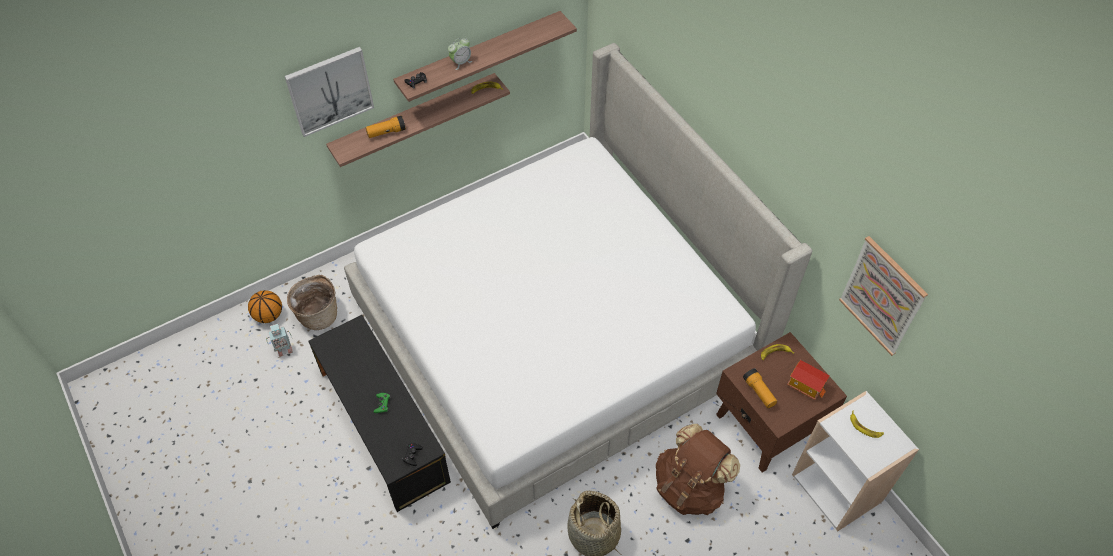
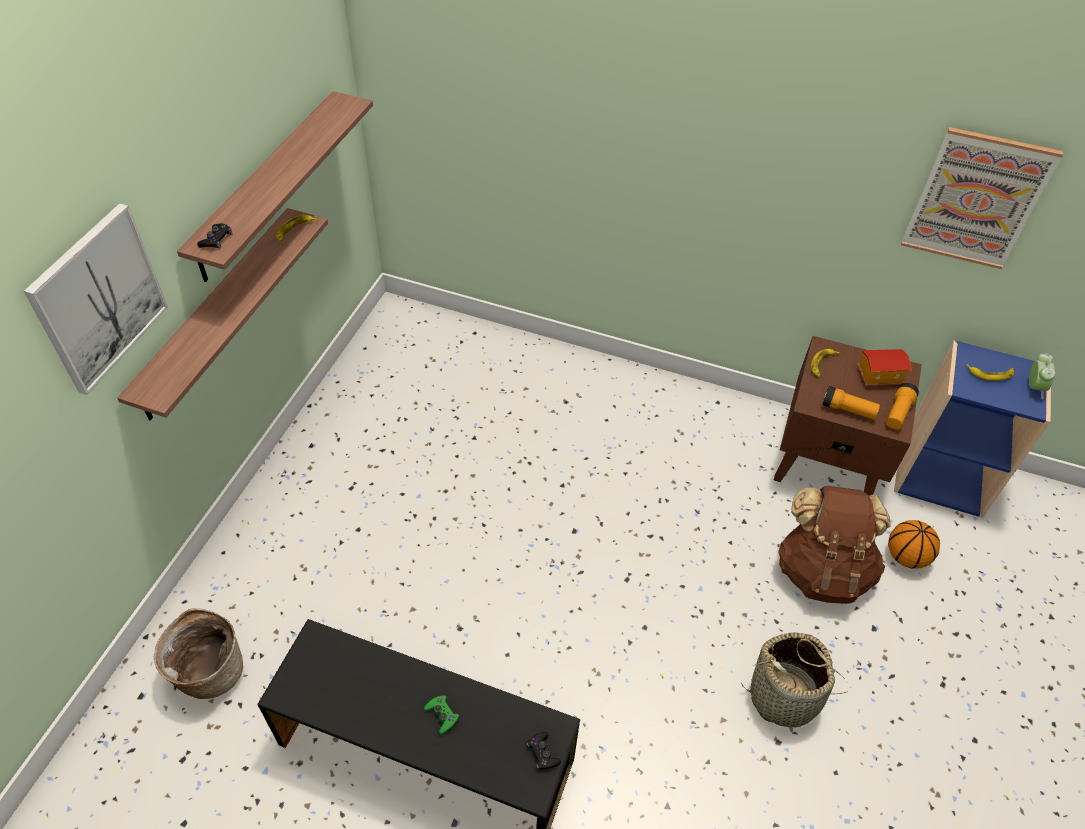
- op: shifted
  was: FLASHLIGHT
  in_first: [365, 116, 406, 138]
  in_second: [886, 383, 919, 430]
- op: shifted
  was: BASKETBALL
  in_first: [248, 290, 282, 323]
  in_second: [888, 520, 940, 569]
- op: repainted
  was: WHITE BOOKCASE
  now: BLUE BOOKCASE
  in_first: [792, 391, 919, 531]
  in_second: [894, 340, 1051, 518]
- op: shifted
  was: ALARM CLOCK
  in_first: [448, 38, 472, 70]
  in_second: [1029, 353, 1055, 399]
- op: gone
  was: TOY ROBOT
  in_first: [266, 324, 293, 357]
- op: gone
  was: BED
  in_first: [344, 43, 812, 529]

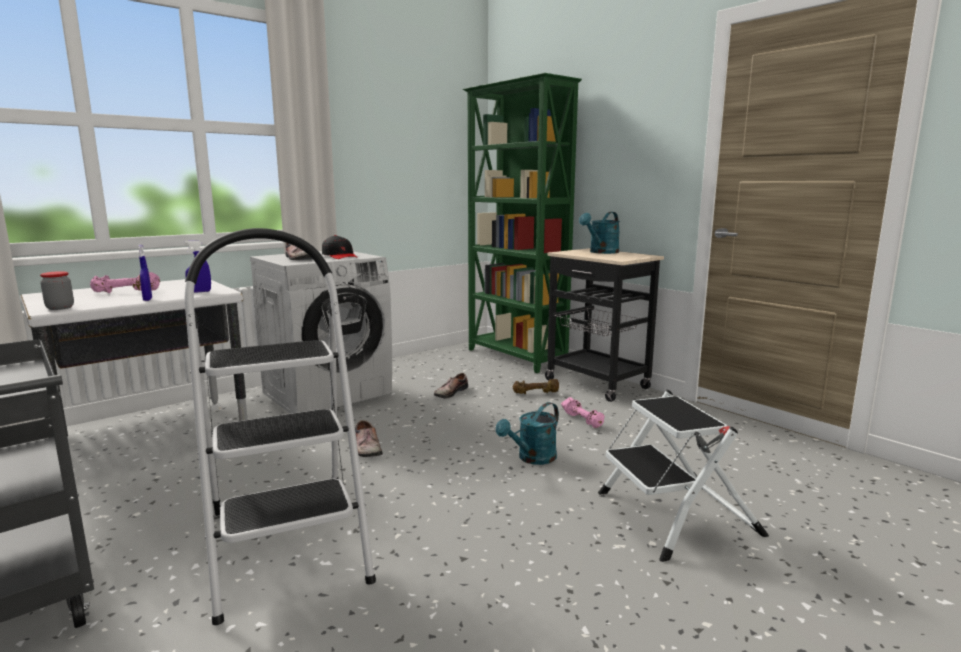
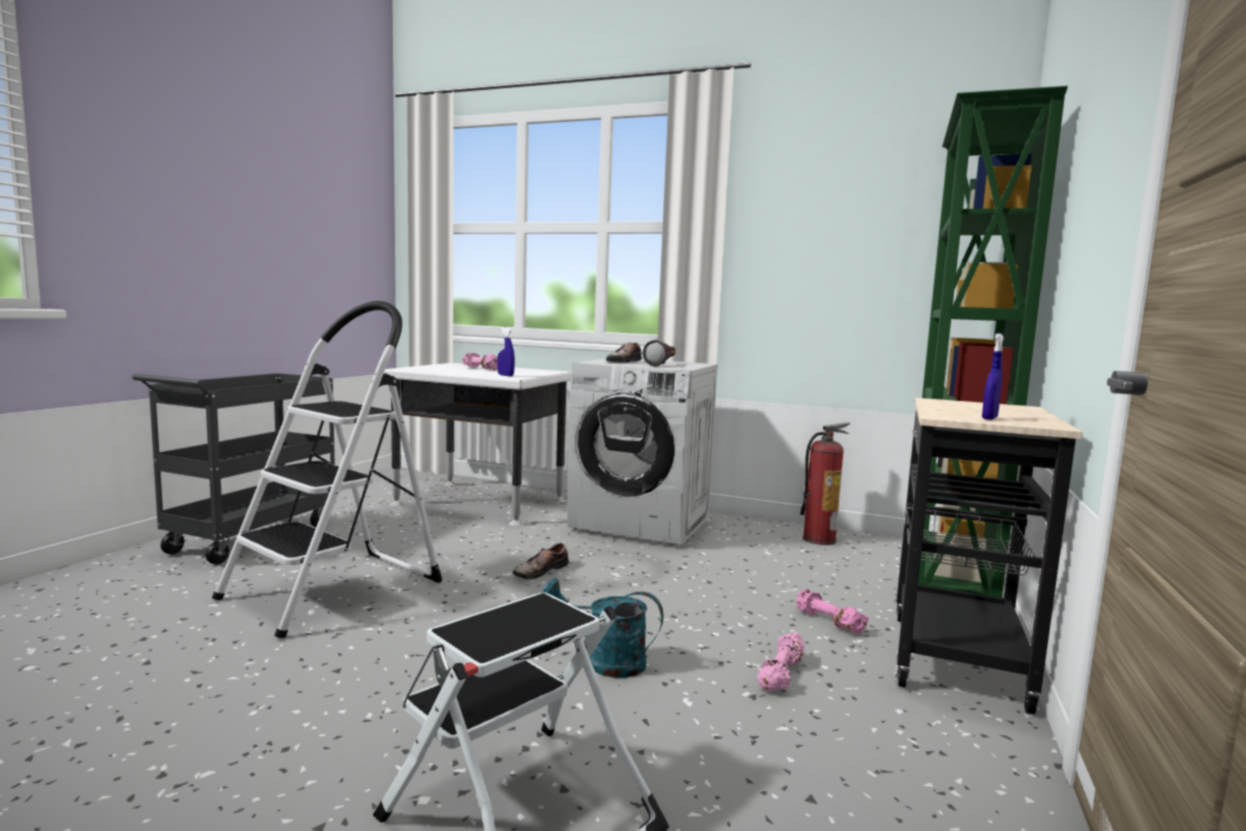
- op: swapped
  was: BLACK CAP
  now: FLASHLIGHT
  in_first: [322, 235, 357, 259]
  in_second: [643, 340, 676, 367]
- op: repainted
  was: BROWN DUMBBELL
  now: PINK DUMBBELL
  in_first: [512, 379, 559, 394]
  in_second: [797, 589, 869, 634]
- op: new
  now: FIRE EXTINGUISHER
  in_second: [800, 422, 851, 545]
- op: shifted
  was: BLUE SPRAY BOTTLE
  in_first: [138, 245, 152, 301]
  in_second: [982, 333, 1004, 420]
- op: gone
  was: JAR
  in_first: [40, 271, 74, 310]
- op: gone
  was: SHOE
  in_first: [434, 373, 468, 398]
- op: gone
  was: TURQUOISE WATERING CAN
  in_first: [579, 212, 620, 254]

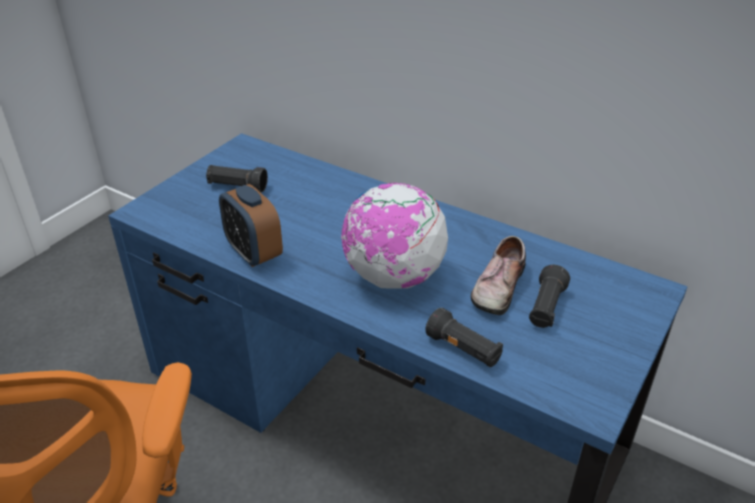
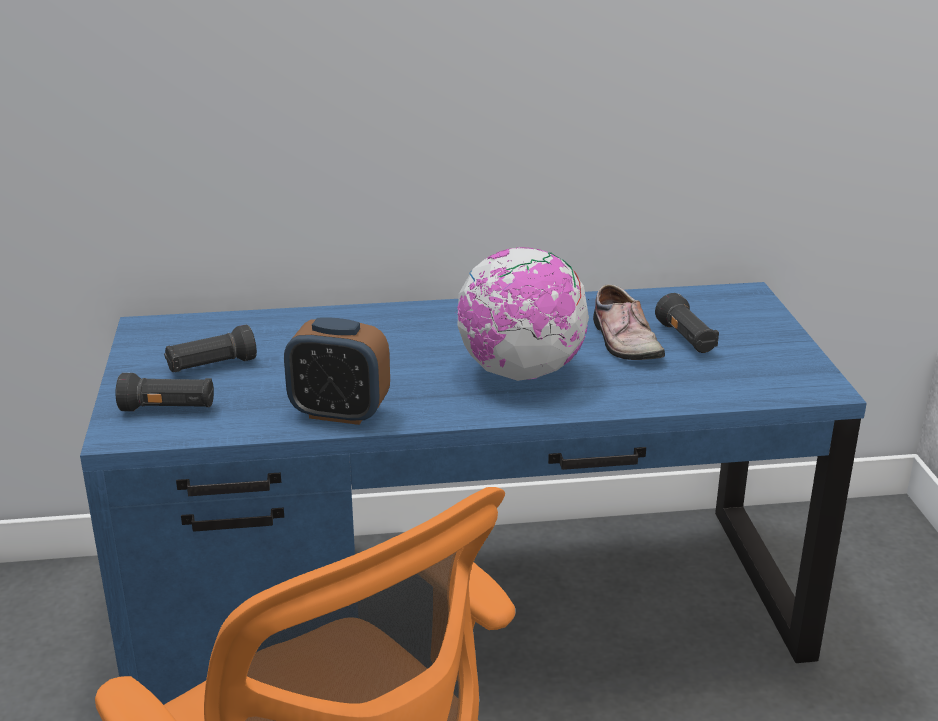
- op: shifted
  was: BLACK FLASHLIGHT
  in_first: [425, 308, 503, 367]
  in_second: [116, 373, 214, 411]

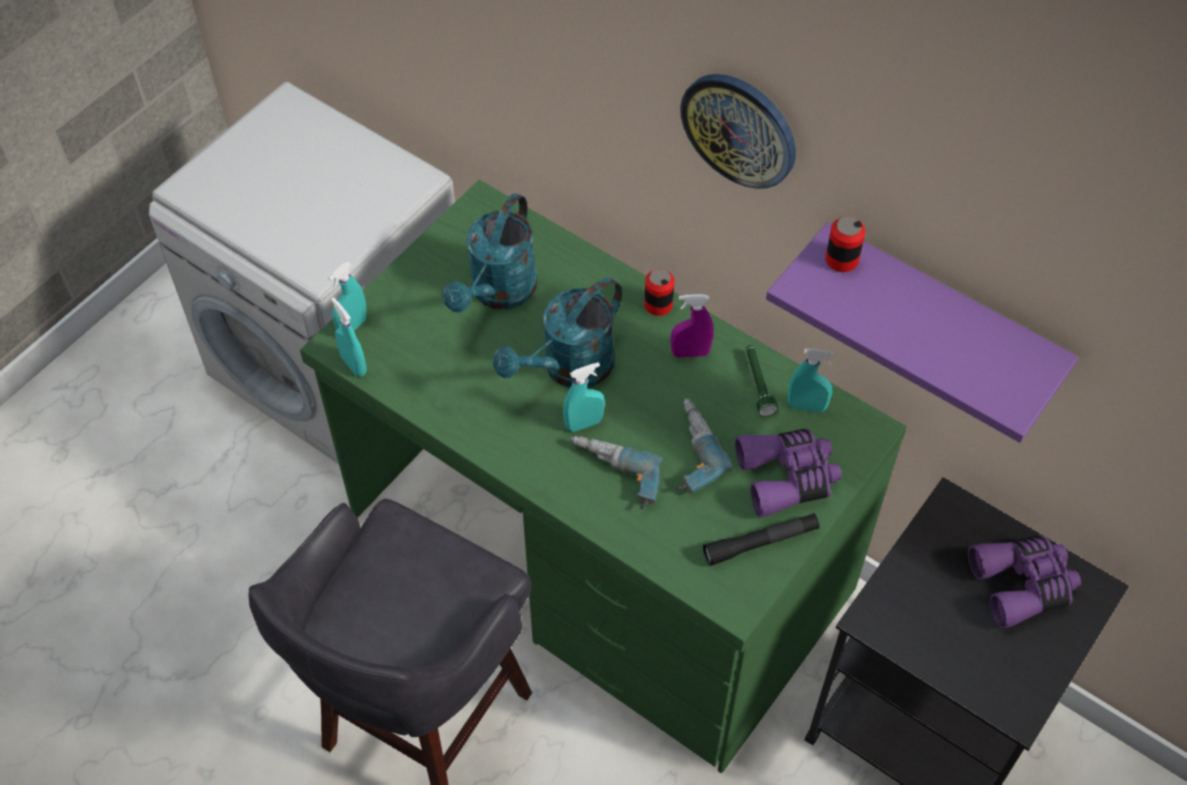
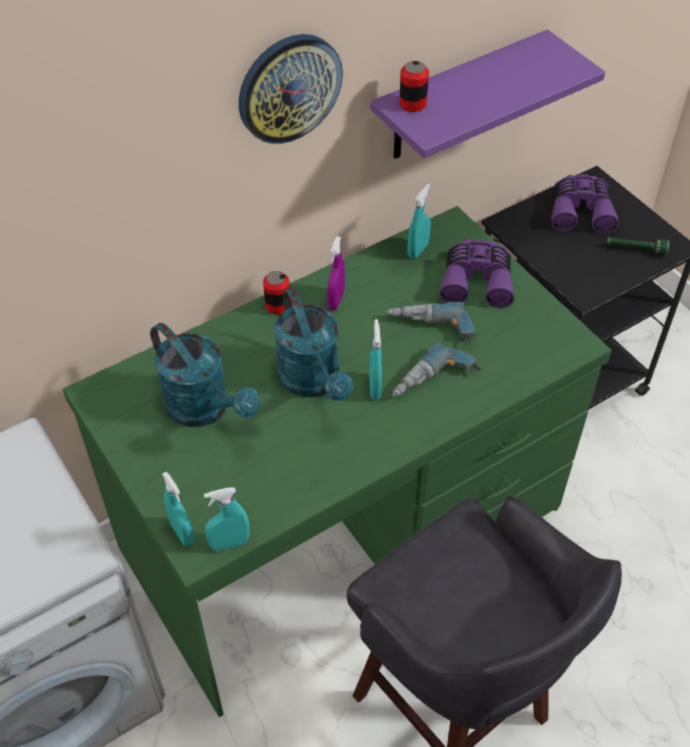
- op: shifted
  was: GREEN FLASHLIGHT
  in_first: [746, 345, 778, 416]
  in_second: [606, 237, 670, 255]
- op: gone
  was: BLACK FLASHLIGHT
  in_first: [703, 513, 820, 566]

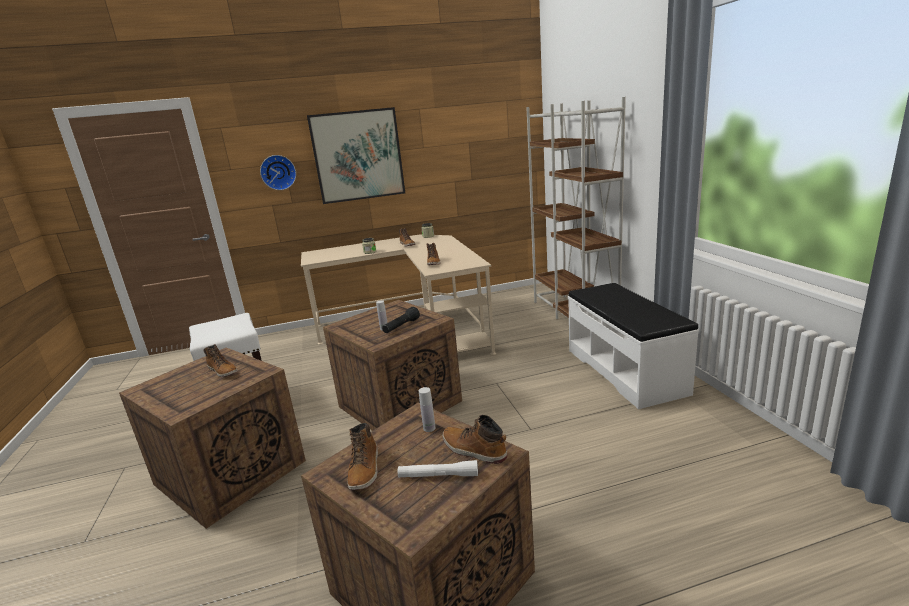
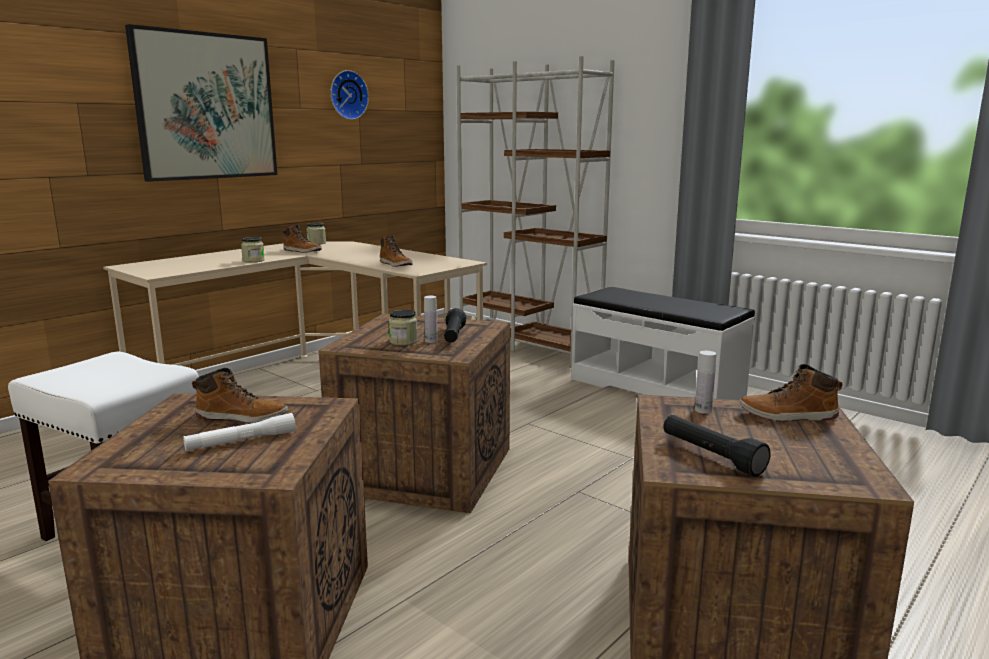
- op: shifted
  was: WHITE FLASHLIGHT
  in_first: [398, 460, 478, 478]
  in_second: [183, 413, 296, 451]
- op: shifted
  was: WALL CLOCK
  in_first: [260, 155, 296, 190]
  in_second: [330, 70, 369, 120]
- op: new
  now: JAR
  in_second: [389, 309, 418, 345]
- op: swapped
  was: BOOT
  now: BLACK FLASHLIGHT
  in_first: [347, 423, 378, 490]
  in_second: [663, 415, 770, 477]

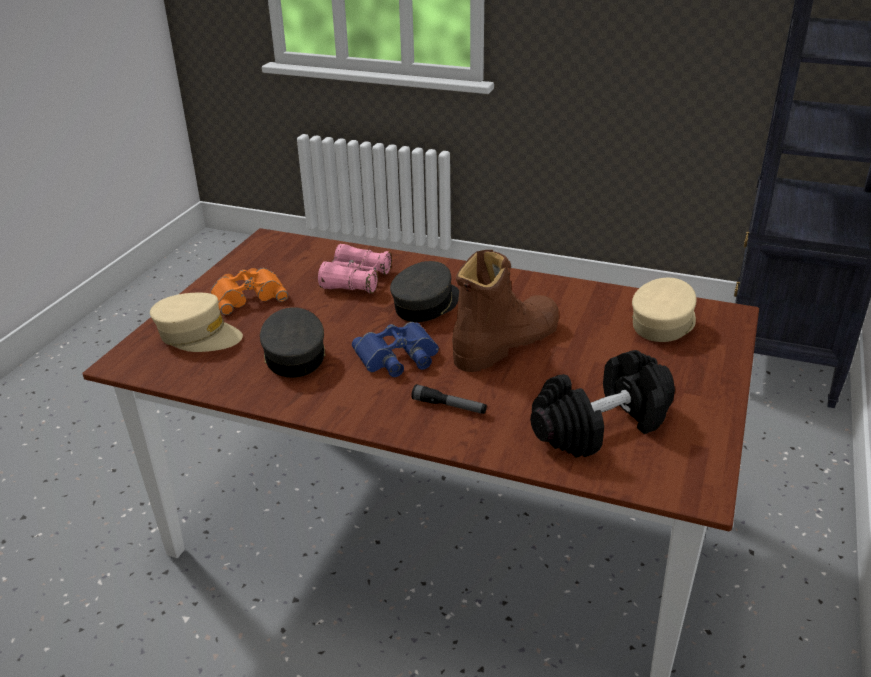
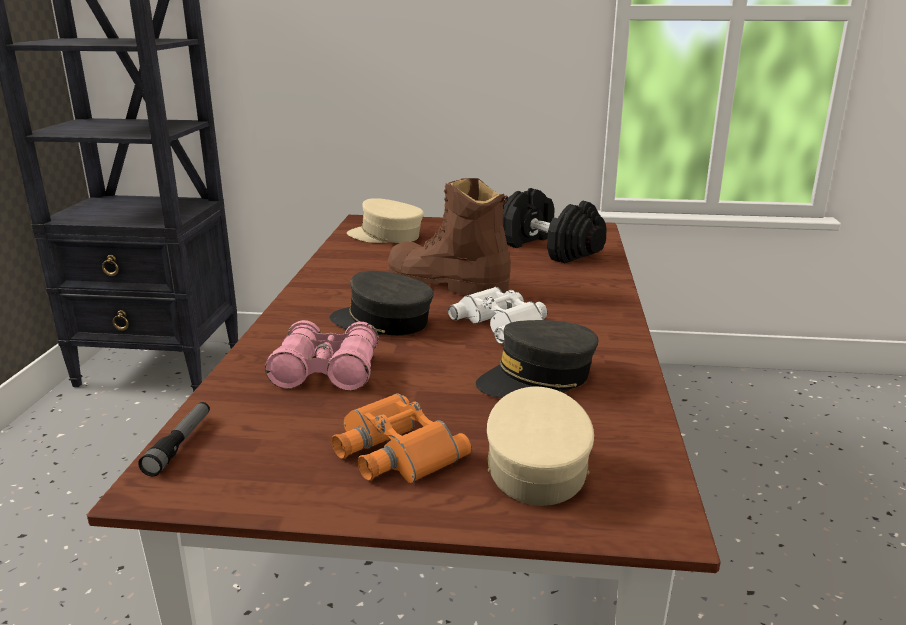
- op: shifted
  was: FLASHLIGHT
  in_first: [411, 384, 487, 414]
  in_second: [138, 402, 210, 476]
- op: repainted
  was: BLUE BINOCULARS
  now: WHITE BINOCULARS
  in_first: [352, 322, 439, 377]
  in_second: [448, 287, 547, 344]

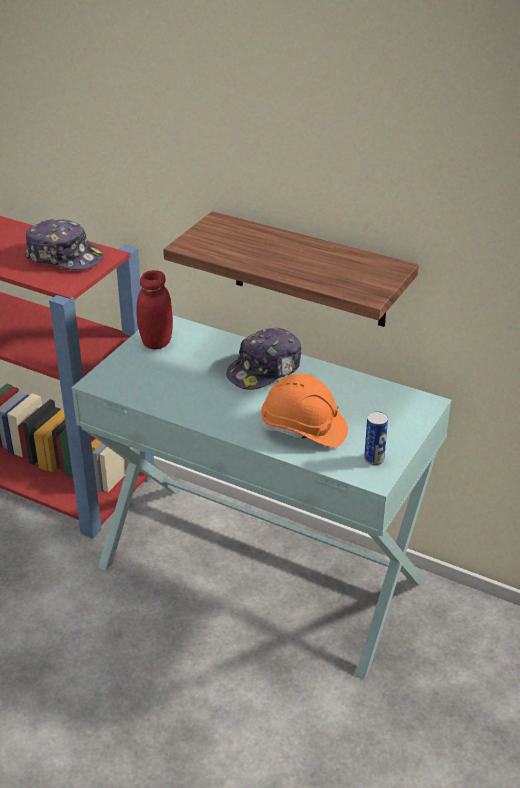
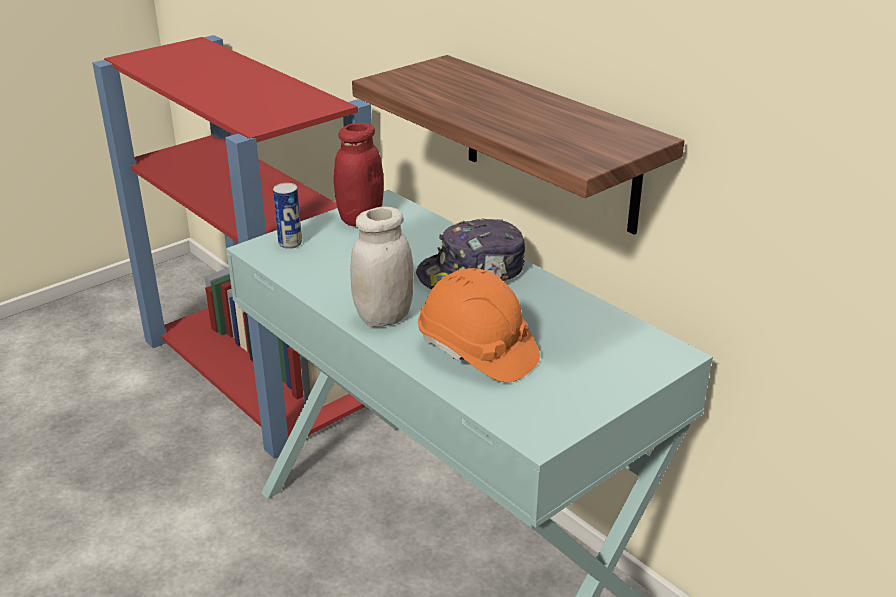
- op: shifted
  was: CAN
  in_first: [364, 411, 388, 465]
  in_second: [273, 183, 302, 249]
- op: new
  now: WHITE JAR
  in_second: [350, 206, 414, 327]
- op: gone
  was: CAP
  in_first: [24, 219, 104, 270]

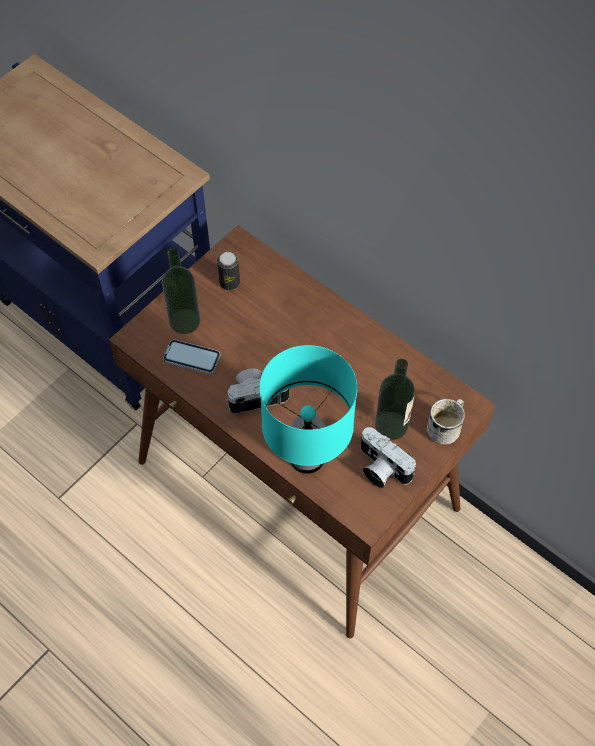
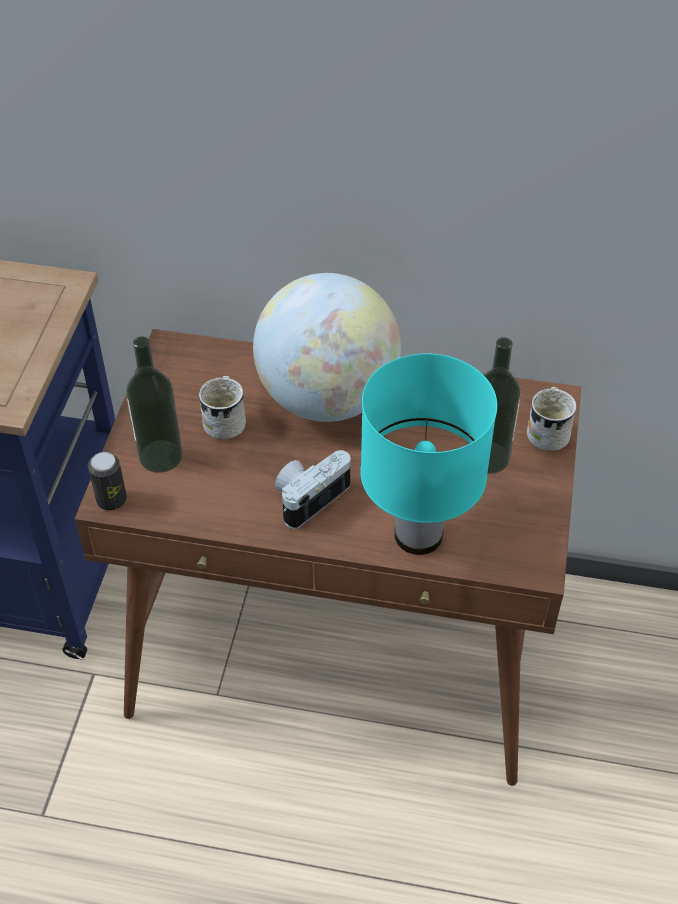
- op: shifted
  was: CAN
  in_first: [217, 252, 240, 290]
  in_second: [88, 452, 127, 510]
- op: new
  now: WHITE MUG
  in_second: [199, 376, 246, 439]
- op: new
  now: GLOBE
  in_second: [253, 273, 401, 422]
- op: gone
  was: PHONE
  in_first: [163, 339, 221, 374]
- op: gone
  was: PHOTO CAMERA
  in_first: [361, 427, 416, 488]

